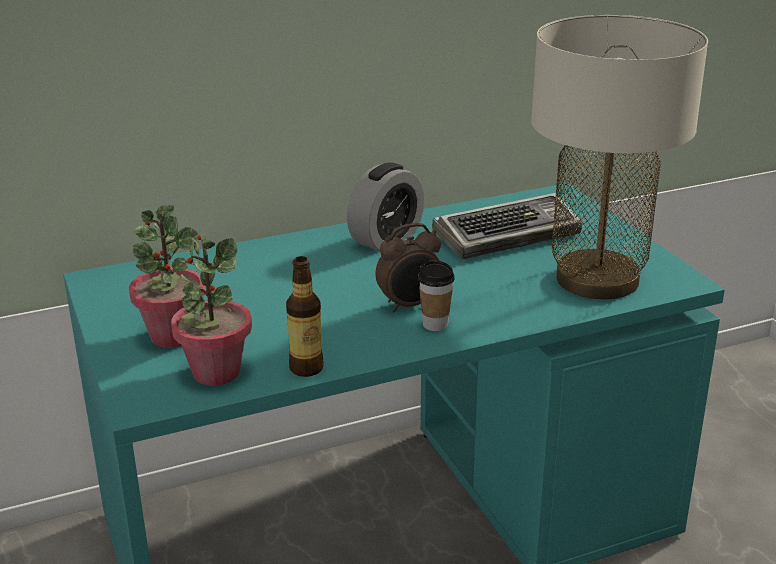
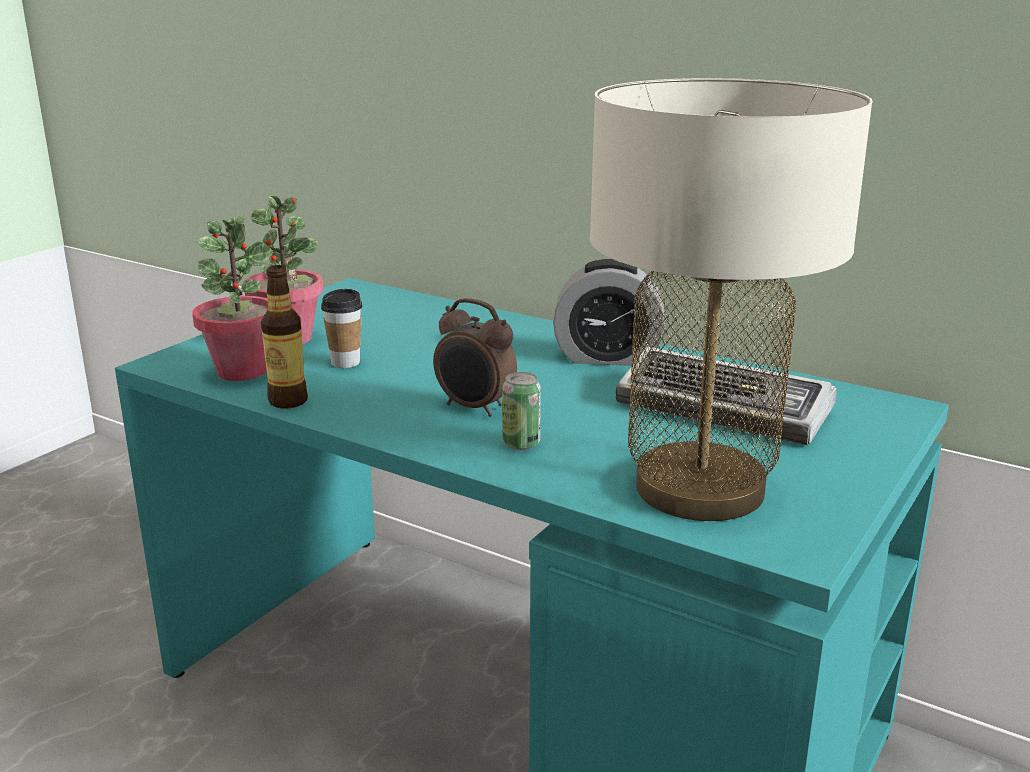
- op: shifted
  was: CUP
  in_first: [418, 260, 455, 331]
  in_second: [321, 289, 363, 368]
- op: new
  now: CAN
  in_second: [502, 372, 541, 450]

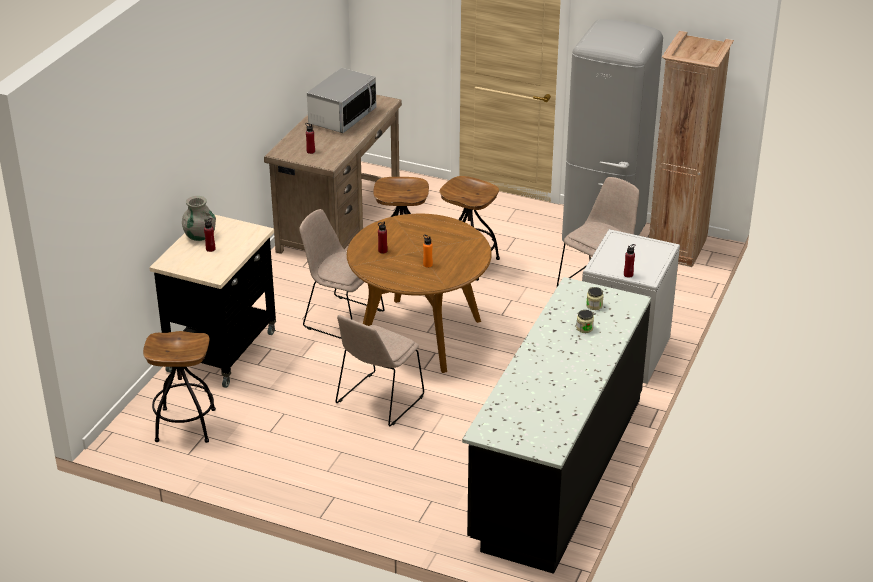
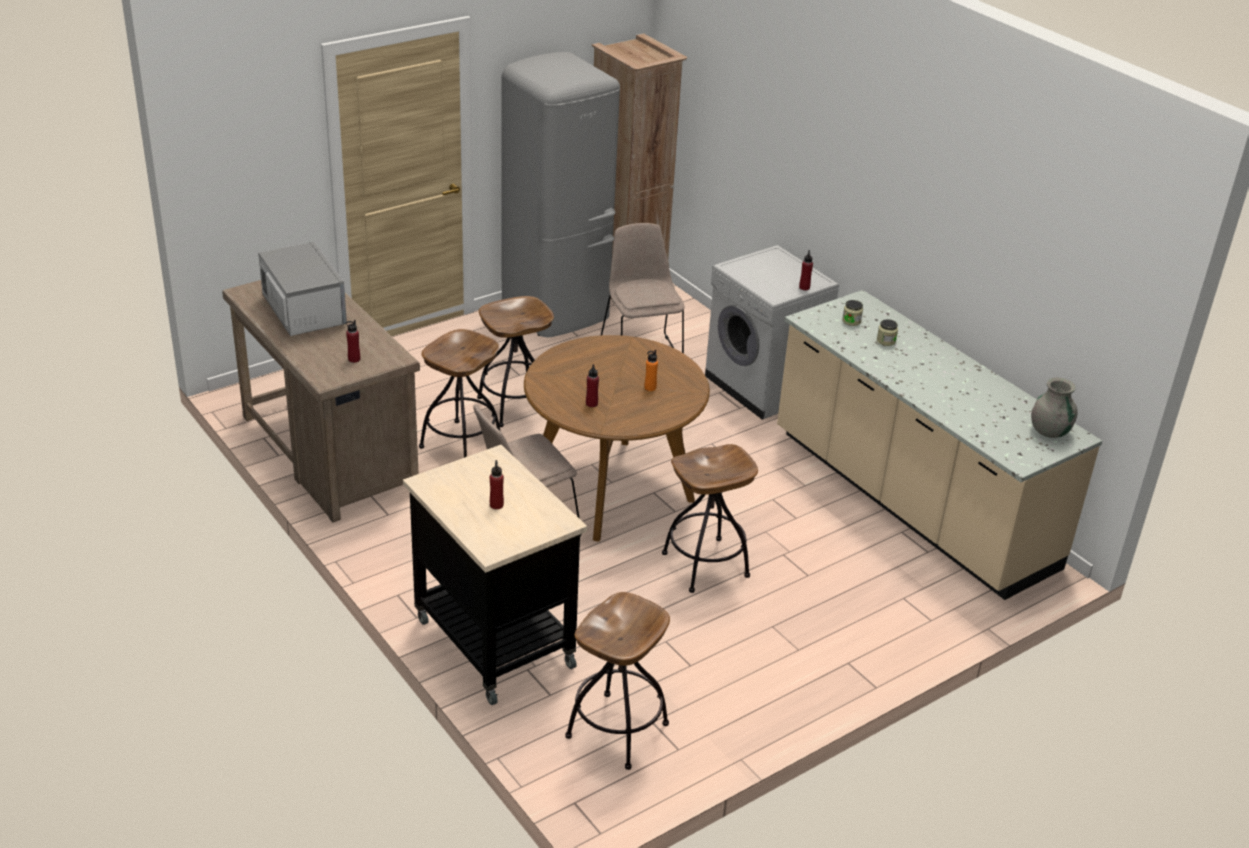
- op: swapped
  was: BEIGE CHAIR
  now: BROWN STOOL
  in_first: [335, 315, 424, 426]
  in_second: [662, 444, 758, 593]
- op: repainted
  was: BLACK COUNTER
  now: BEIGE COUNTER
  in_first: [462, 277, 651, 574]
  in_second: [777, 290, 1102, 600]
- op: shifted
  was: GREY VASE
  in_first: [182, 196, 216, 241]
  in_second: [1031, 377, 1077, 438]

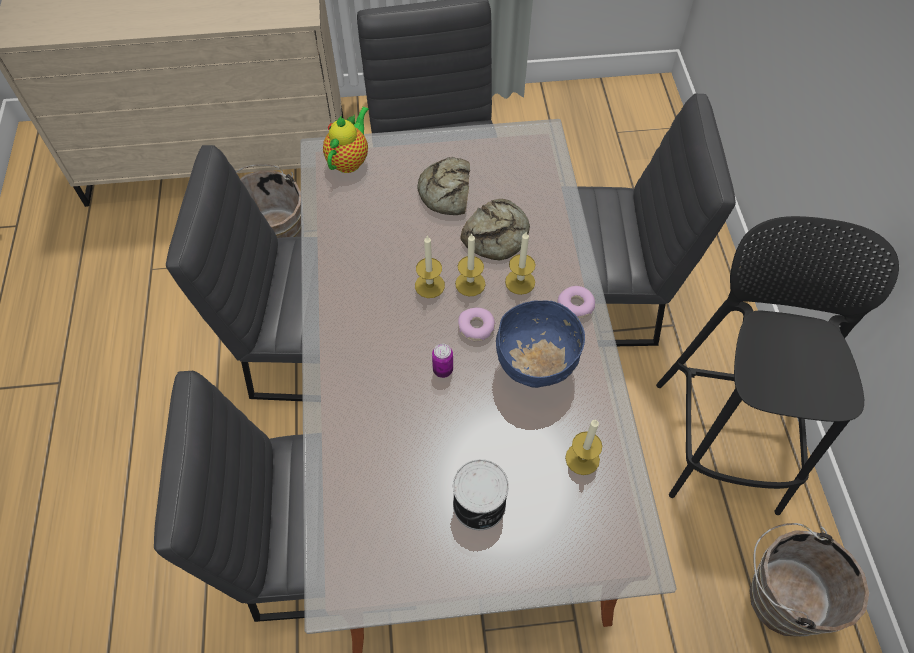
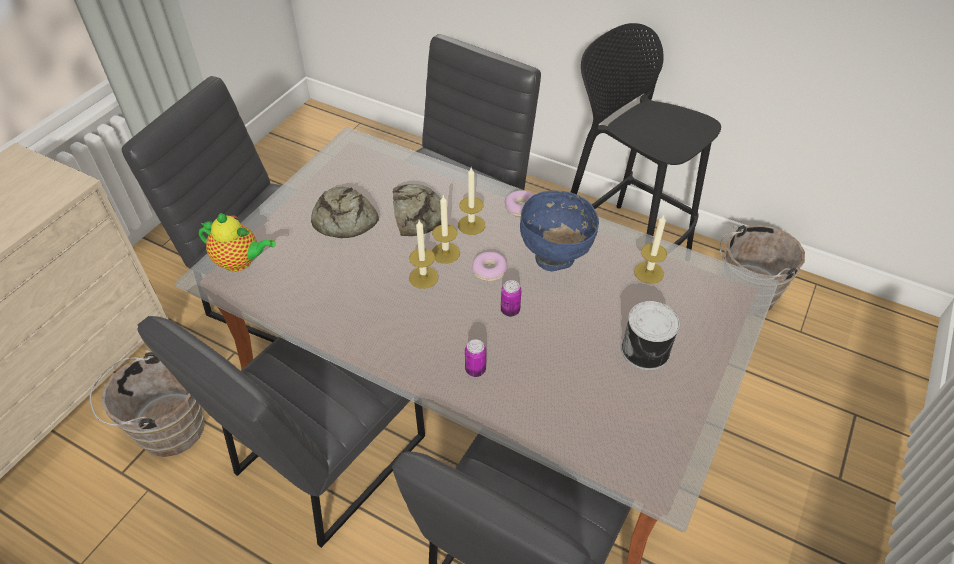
- op: rotated
  was: TEAPOT
  in_first: [323, 107, 369, 173]
  in_second: [199, 213, 276, 272]
  clockwise: 135
- op: new
  now: CAN
  in_second: [465, 339, 486, 377]

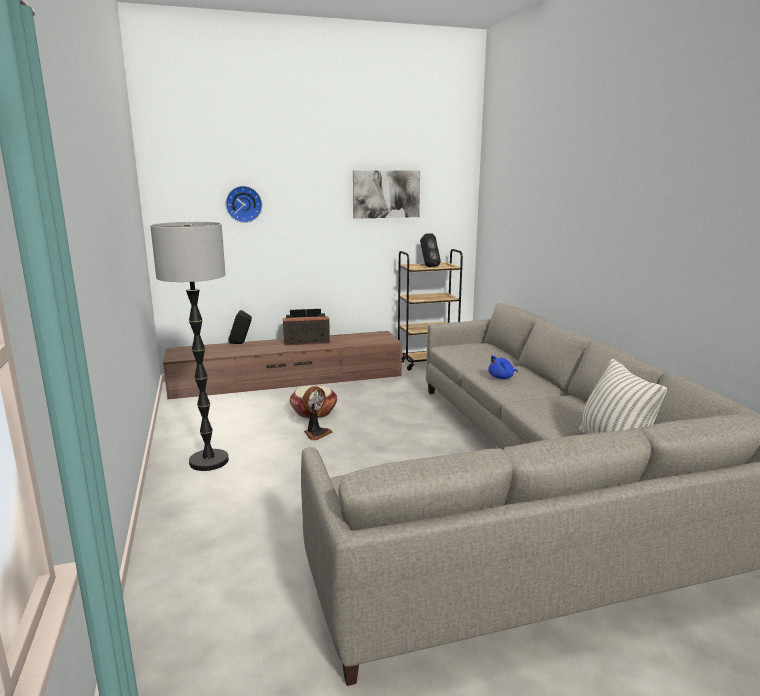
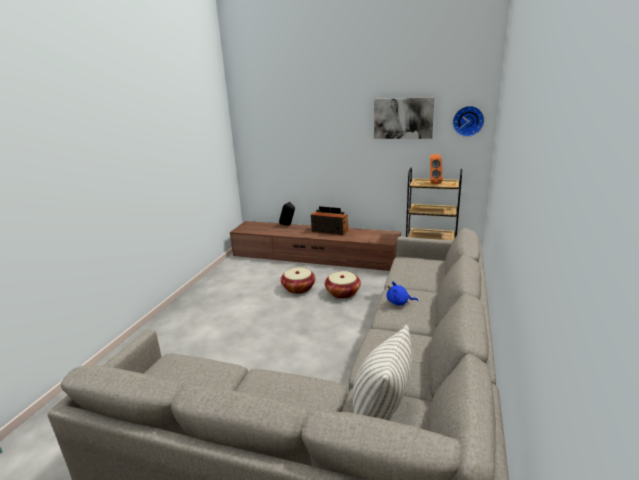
- op: new
  now: BASKET
  in_second: [325, 271, 361, 299]
- op: repainted
  was: BLACK SPEAKER
  now: ORANGE SPEAKER
  in_first: [420, 233, 441, 267]
  in_second: [430, 154, 443, 184]
- op: shifted
  was: WALL CLOCK
  in_first: [226, 186, 262, 223]
  in_second: [453, 106, 484, 137]
- op: gone
  was: FLOOR LAMP
  in_first: [150, 222, 229, 471]
- op: gone
  was: FAN
  in_first: [302, 386, 332, 441]

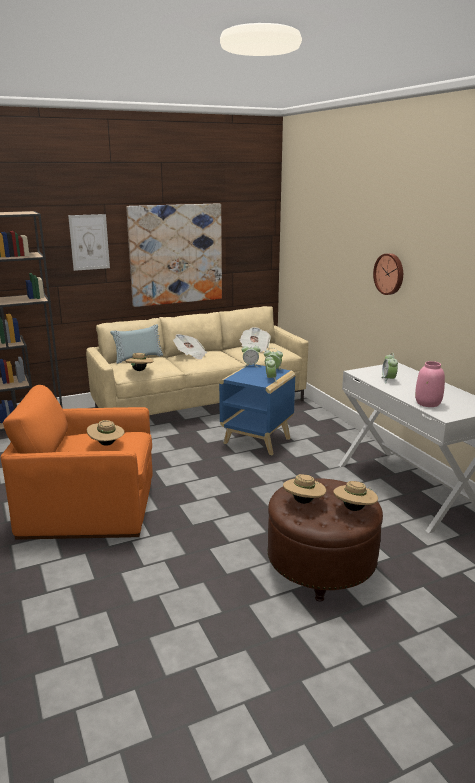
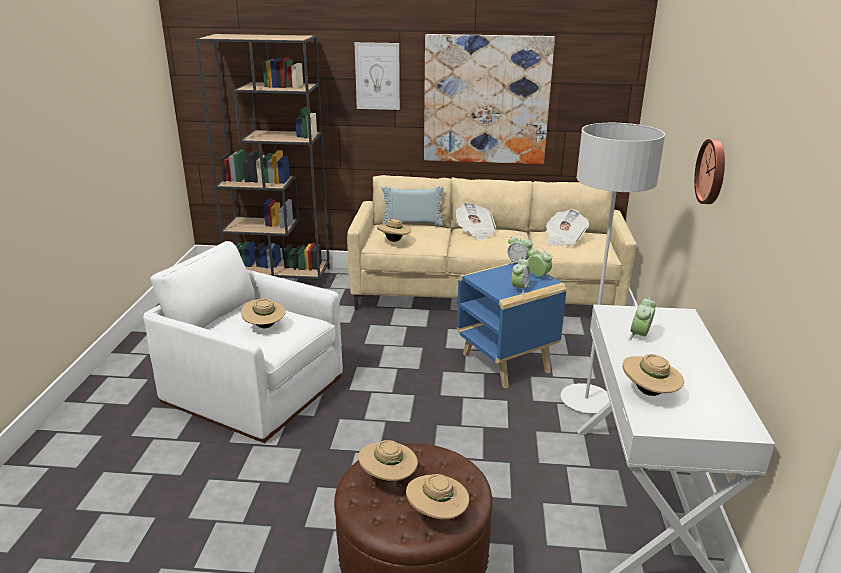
- op: repainted
  was: ORANGE ARMCHAIR
  now: WHITE ARMCHAIR
  in_first: [1, 385, 153, 540]
  in_second: [143, 241, 343, 443]
- op: new
  now: GREY FLOOR LAMP
  in_second: [561, 123, 665, 413]
- op: swapped
  was: PINK VASE
  now: BEIGE HAT
  in_first: [415, 361, 445, 407]
  in_second: [623, 354, 684, 396]

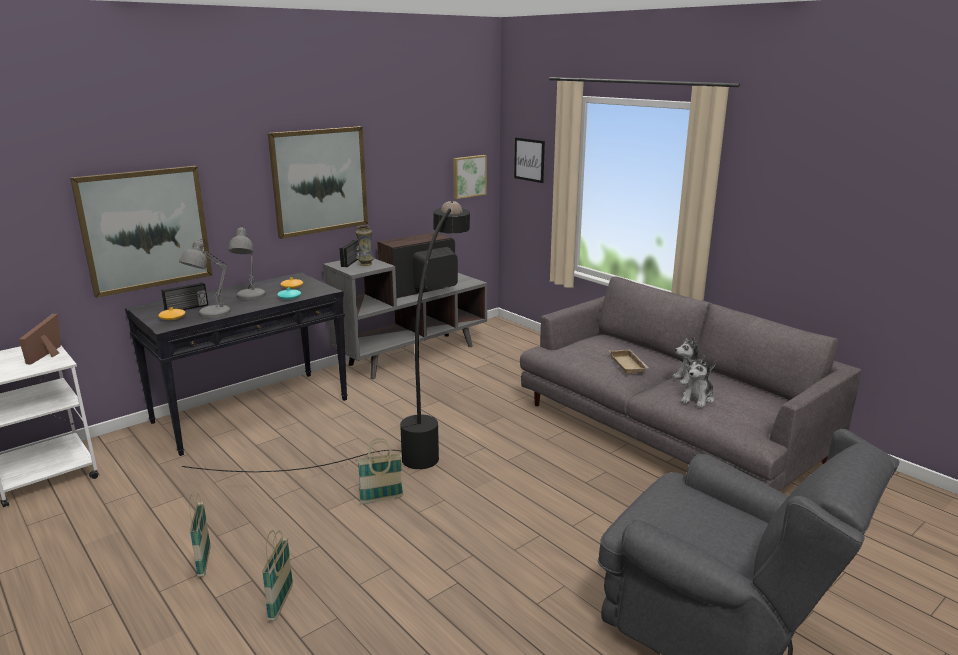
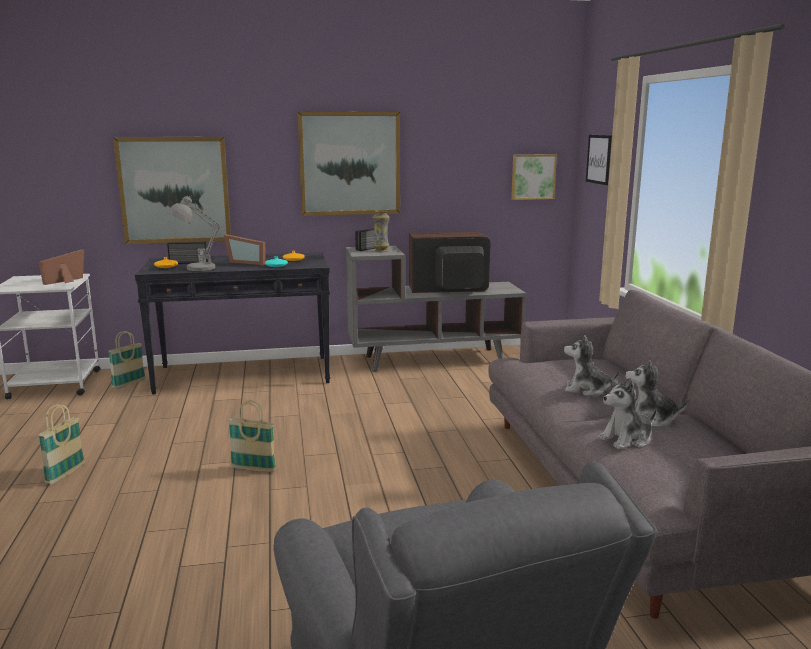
- op: shifted
  was: BASKET
  in_first: [262, 530, 293, 621]
  in_second: [108, 331, 146, 389]
- op: swapped
  was: GREY TABLE LAMP
  now: PICTURE FRAME
  in_first: [228, 226, 266, 300]
  in_second: [224, 234, 265, 265]
- op: swapped
  was: BEIGE TRAY
  now: PLUSH TOY
  in_first: [609, 349, 649, 374]
  in_second: [564, 335, 620, 396]
- op: gone
  was: BLACK FLOOR LAMP
  in_first: [182, 201, 470, 472]

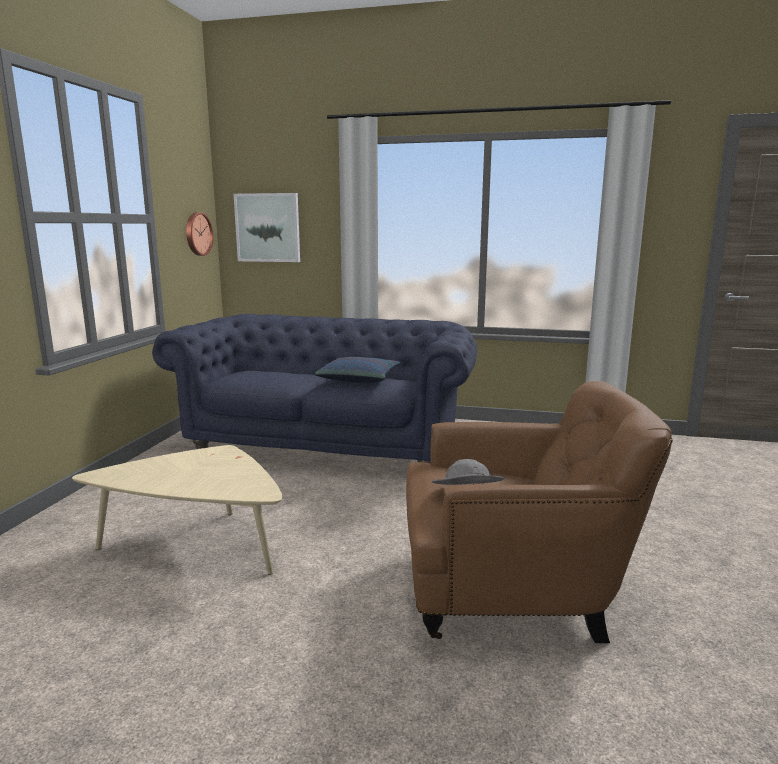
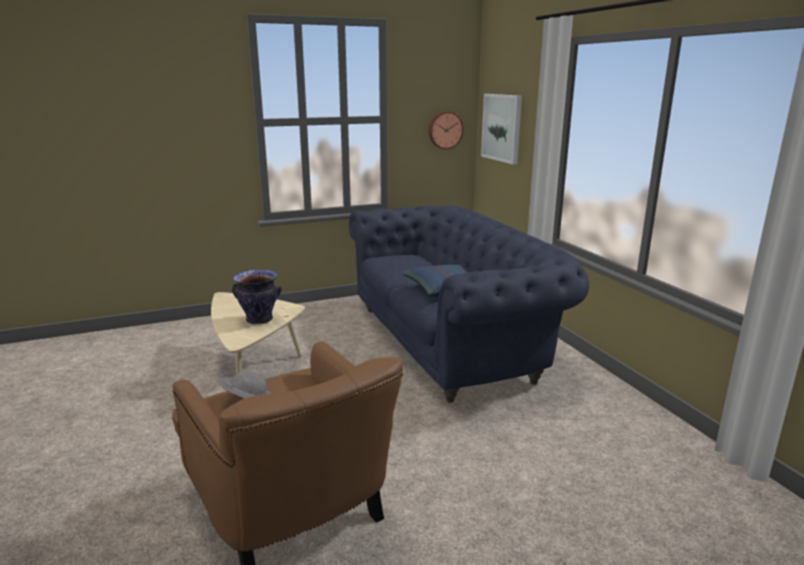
- op: new
  now: VASE
  in_second: [232, 270, 281, 325]

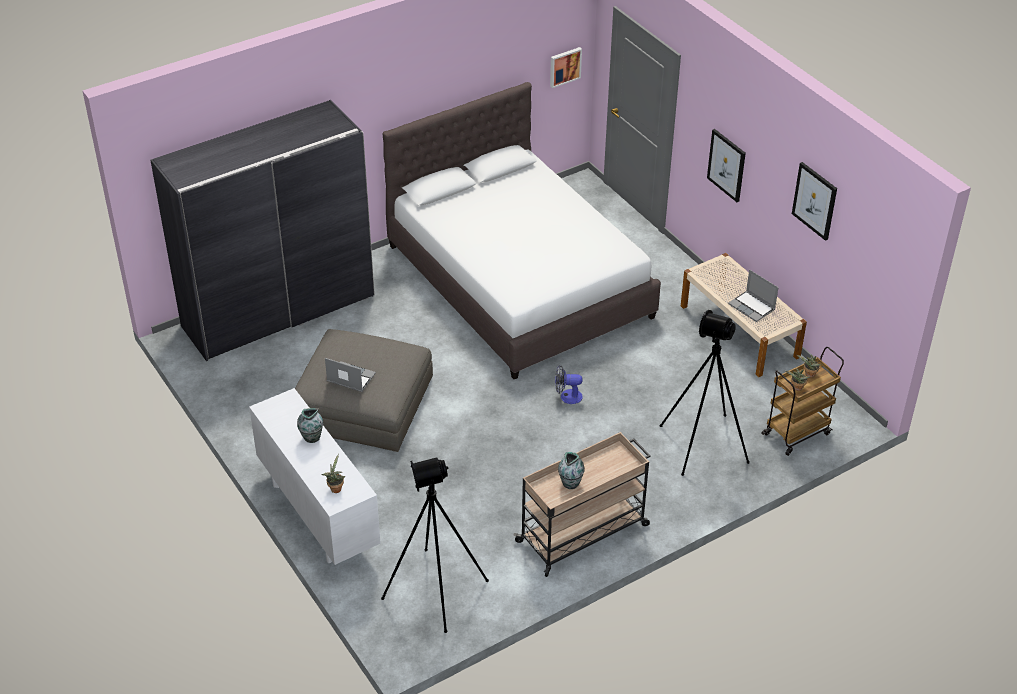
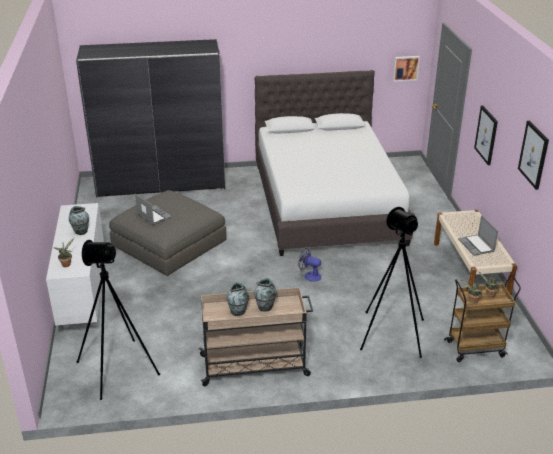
- op: new
  now: VASE
  in_second: [254, 278, 277, 312]

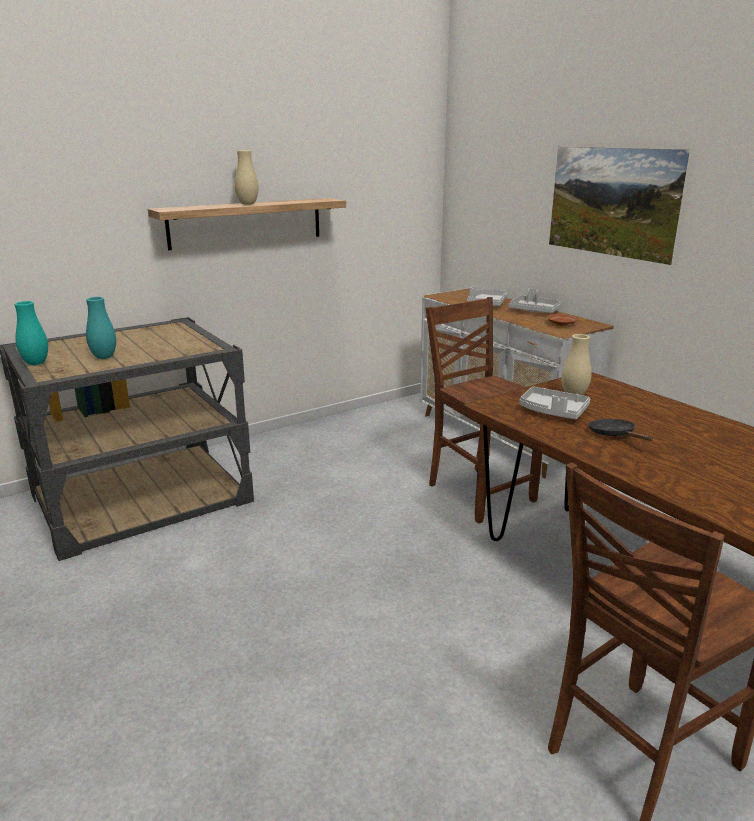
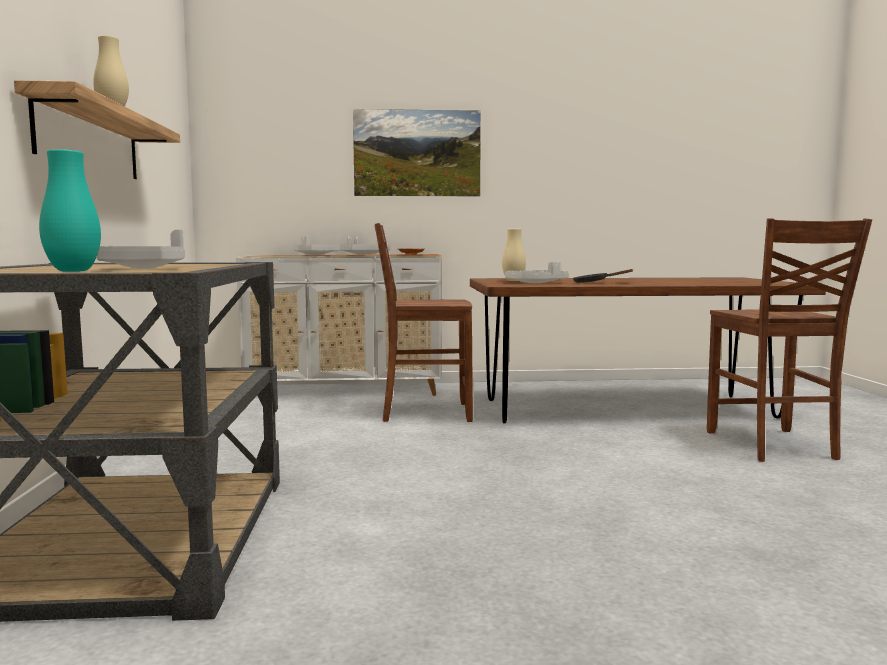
- op: swapped
  was: TURQUOISE VASE
  now: GREY TRAY
  in_first: [86, 297, 116, 359]
  in_second: [97, 230, 185, 269]

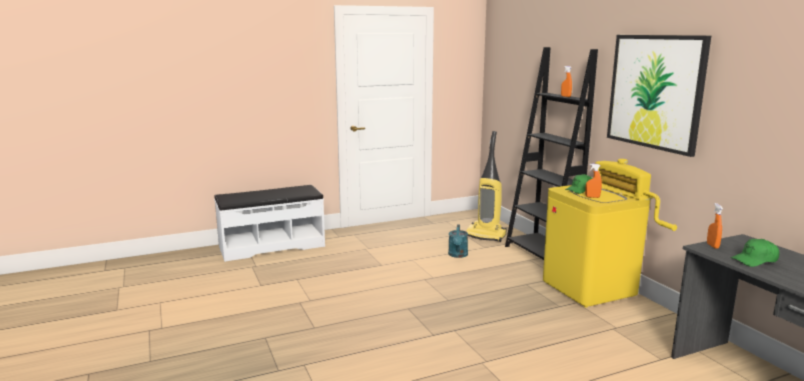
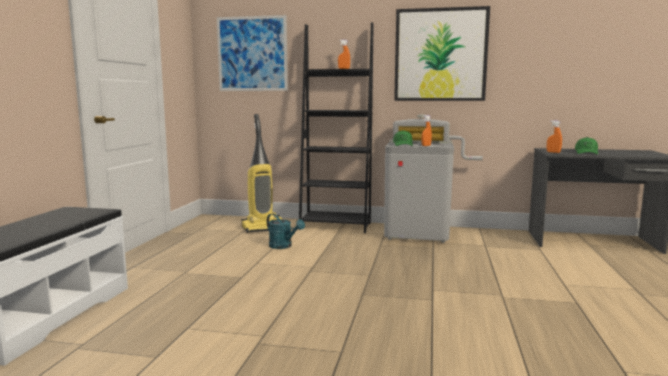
- op: new
  now: PICTURE
  in_second: [217, 15, 288, 91]
- op: repainted
  was: YELLOW WASHING MACHINE
  now: GREY WASHING MACHINE
  in_first: [543, 159, 677, 308]
  in_second: [384, 114, 483, 243]

